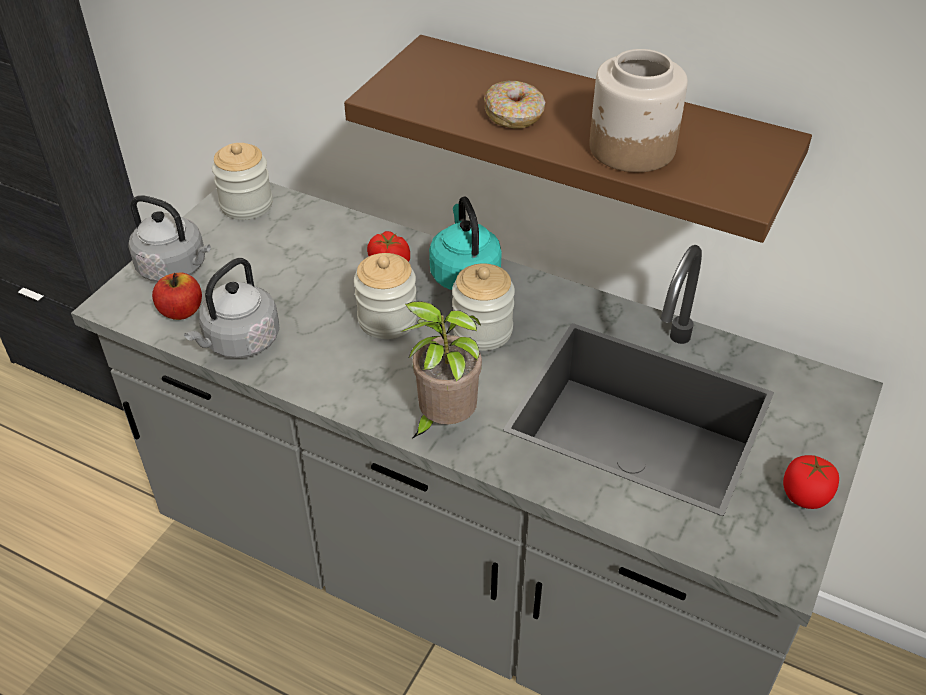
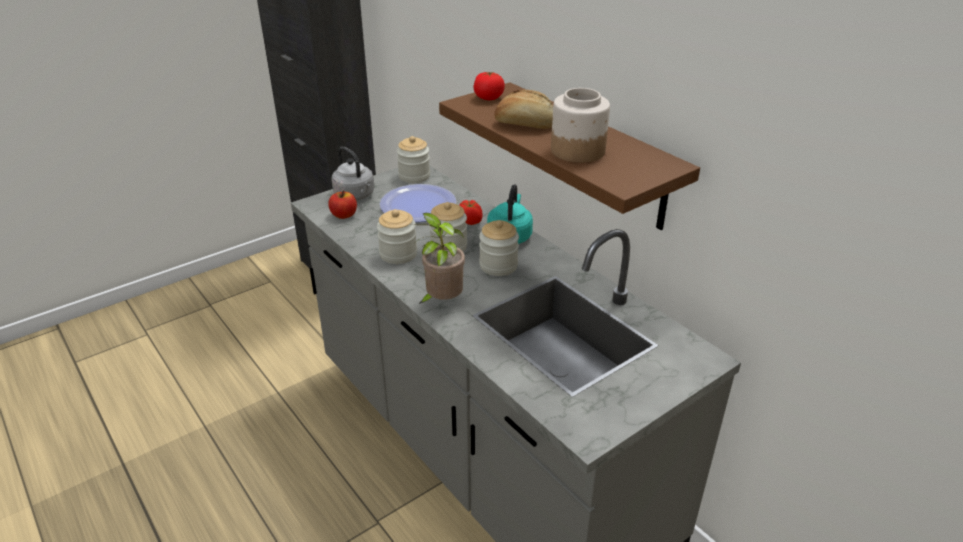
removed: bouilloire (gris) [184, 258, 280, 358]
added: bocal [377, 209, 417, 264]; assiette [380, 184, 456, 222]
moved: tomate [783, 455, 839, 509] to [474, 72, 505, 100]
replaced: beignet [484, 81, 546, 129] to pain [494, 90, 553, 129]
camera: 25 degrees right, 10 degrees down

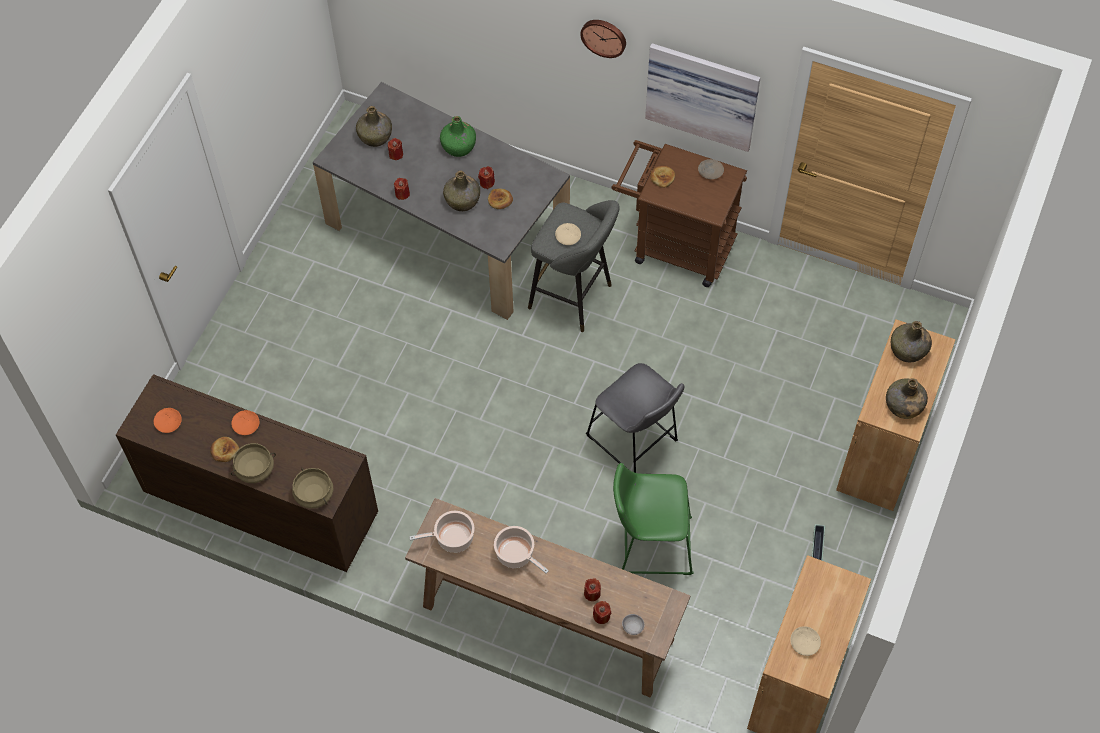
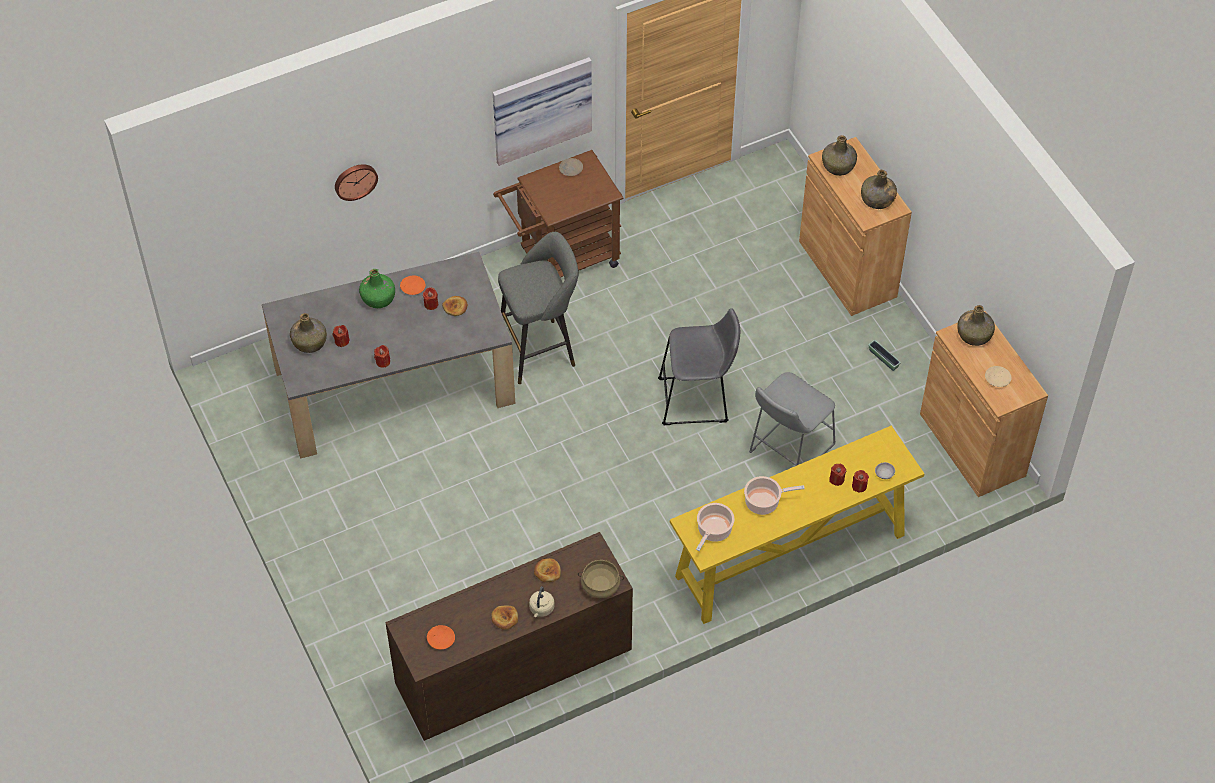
removed: assiette (beige) [555, 223, 581, 245]
moved: assiette (orange) [231, 410, 259, 435] to [400, 276, 426, 295]; bouteille (vert) [443, 170, 480, 211] to [957, 305, 995, 346]; horloge murale [580, 20, 626, 58] to [335, 164, 378, 201]; pain [651, 165, 675, 188] to [534, 558, 561, 582]
replaced: marmite (beige) [231, 443, 276, 483] to bouilloire (beige) [529, 586, 554, 617]
recoloured: table console (marron) [405, 498, 691, 698] to table console (jaune) [670, 426, 924, 624]; tabouret (vert) [613, 463, 694, 575] to tabouret (gris) [749, 372, 836, 466]
camera: 50 degrees left, 5 degrees down

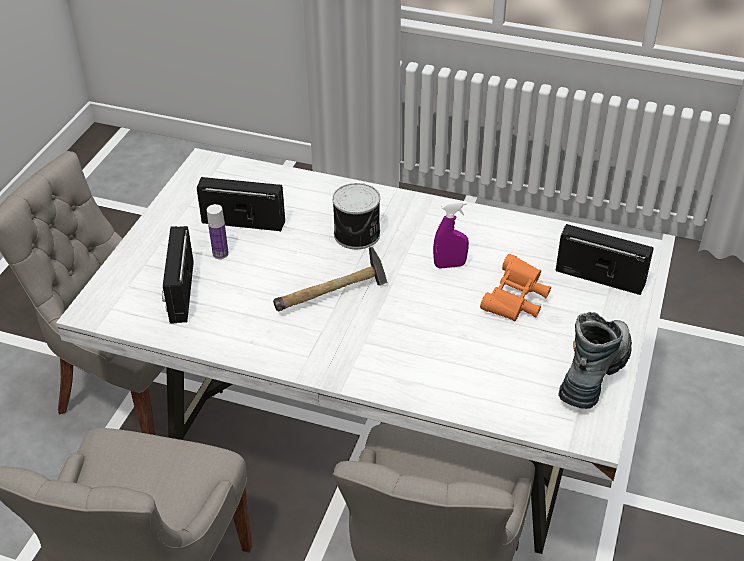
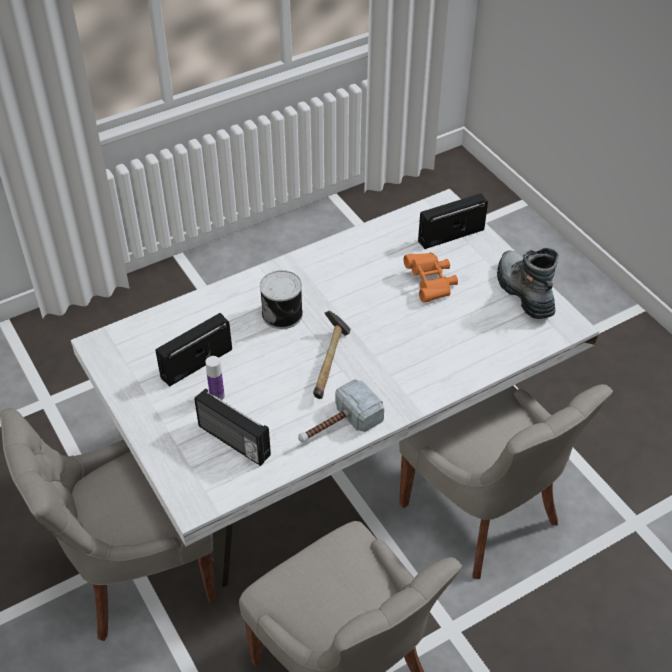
removed: vaporisateur (violet) [433, 201, 469, 269]
added: marteau [298, 379, 384, 443]
camera: 50 degrees left, 5 degrees up

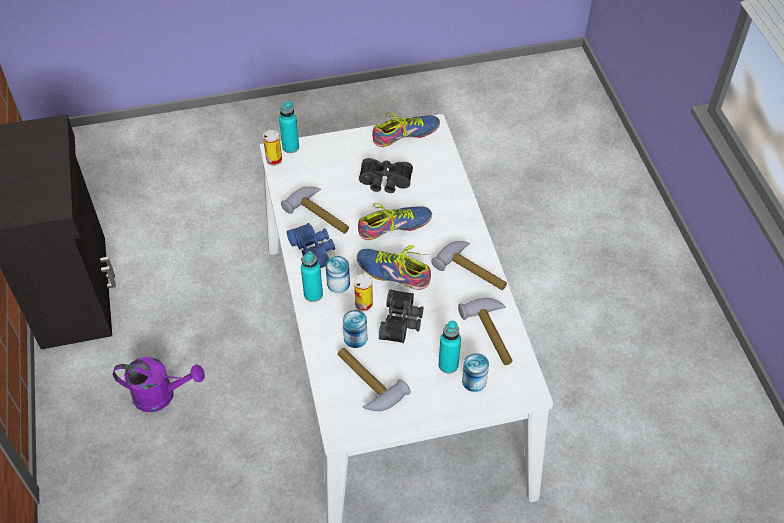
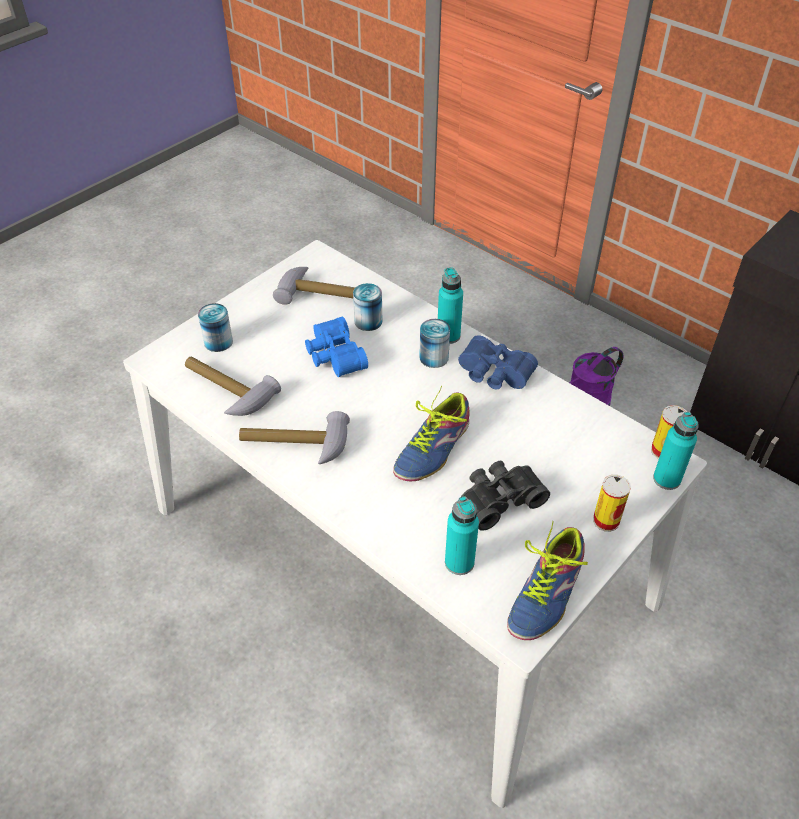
removed: marteau [281, 186, 349, 234]; chaussure [357, 245, 431, 290]
moved: boîte métallique [354, 274, 373, 311] to [593, 474, 631, 532]; bouteille (turquoise) [439, 320, 461, 374] to [445, 496, 479, 575]
recoloured: jumelles (noir) [379, 290, 424, 343] to jumelles (bleu) [305, 317, 368, 377]
camera: 145 degrees right, 5 degrees down

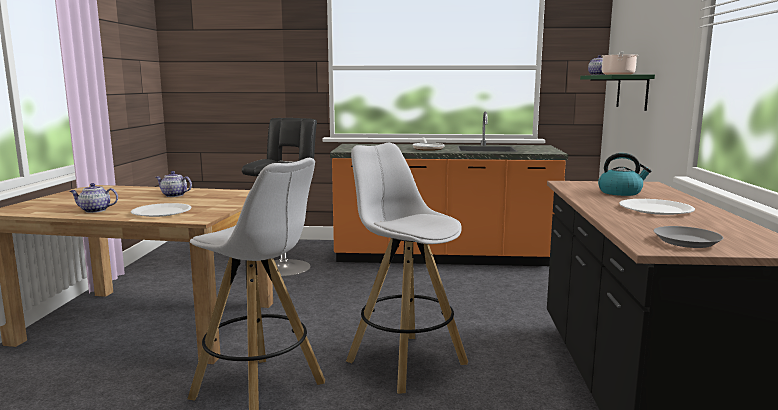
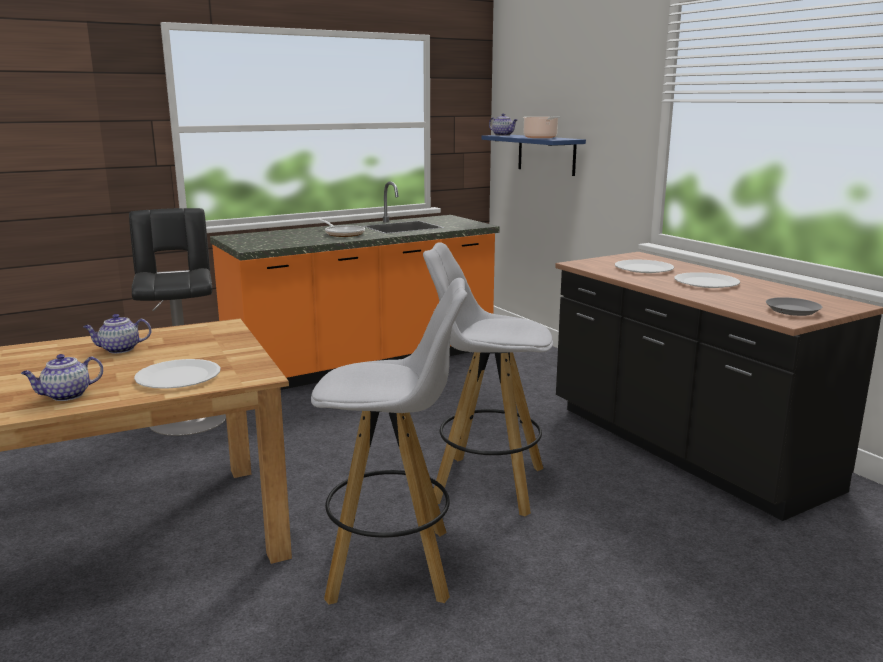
replaced: bouilloire [598, 153, 651, 196] to assiette (blanc) [615, 260, 674, 273]
recoloured: étagère (vert) [580, 74, 655, 111] to étagère (bleu) [481, 135, 586, 176]
camera: 35 degrees left, 5 degrees up

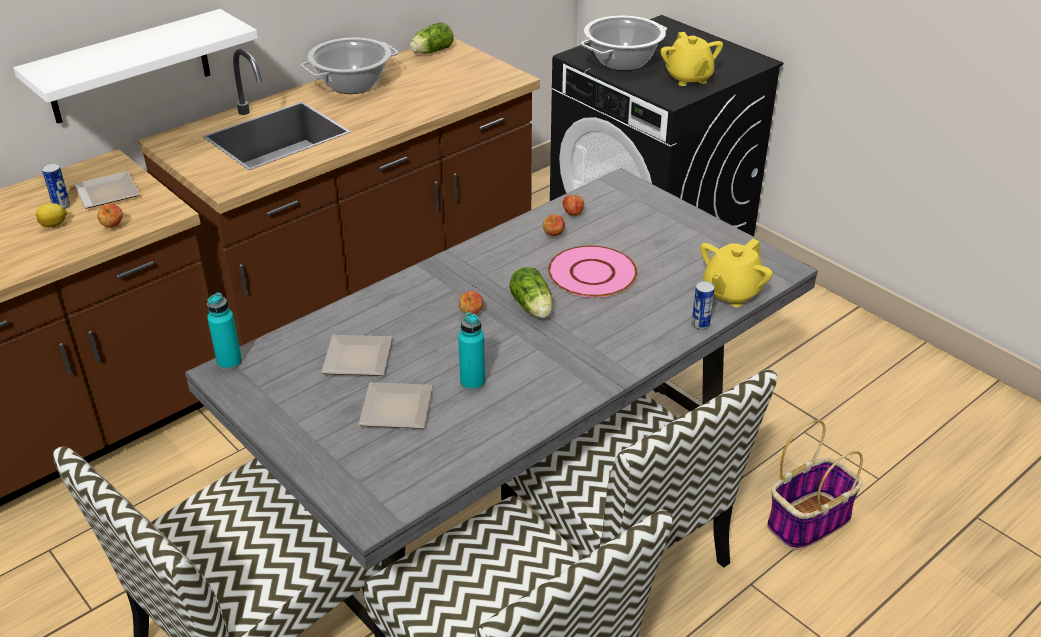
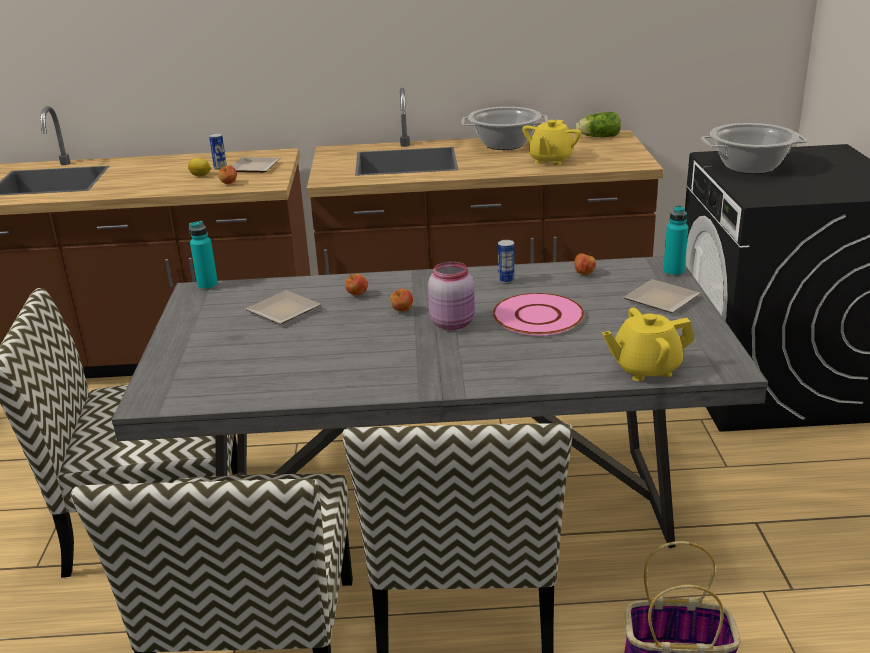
removed: étagère (blanc) [13, 9, 258, 124]
moved: assiette [358, 382, 432, 429] to [624, 279, 700, 313]; bouteille (turquoise) [458, 312, 485, 391] to [663, 206, 688, 277]; pomme [543, 214, 565, 236] to [345, 274, 368, 295]; théière (jaune) [661, 32, 723, 86] to [522, 120, 581, 166]; boîte métallique [692, 281, 715, 330] to [498, 240, 514, 285]
replaced: laitue [510, 267, 553, 318] to bocal (rose) [428, 261, 475, 330]
camera: 40 degrees right, 10 degrees down

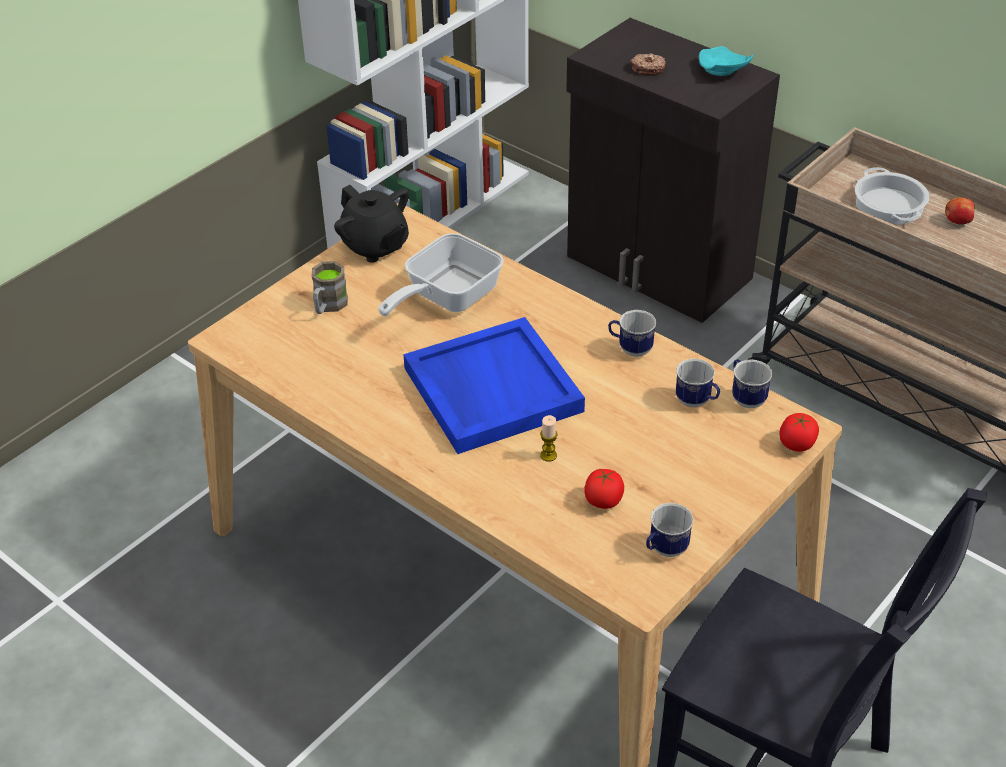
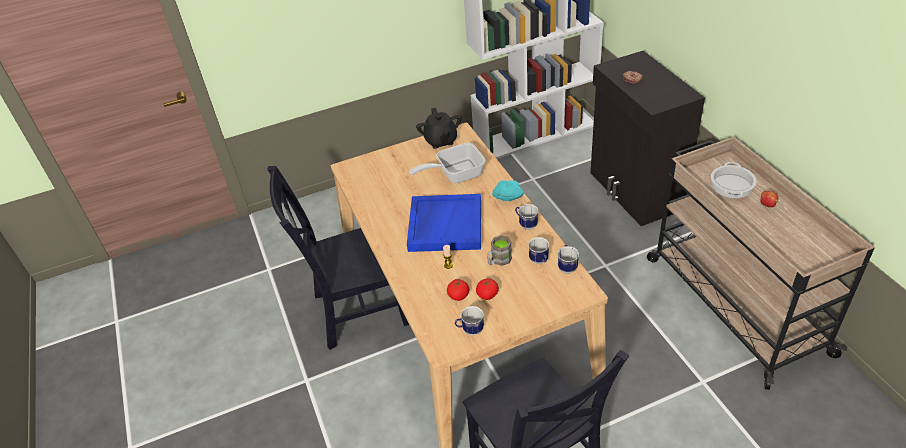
added: chaise (noir) [267, 166, 409, 350]
moved: mug (marron) [312, 261, 348, 314] to [487, 235, 512, 266]; assiette (turquoise) [699, 46, 753, 76] to [492, 180, 524, 201]; tomate [779, 413, 819, 452] to [476, 278, 499, 300]
camera: 30 degrees right, 0 degrees up

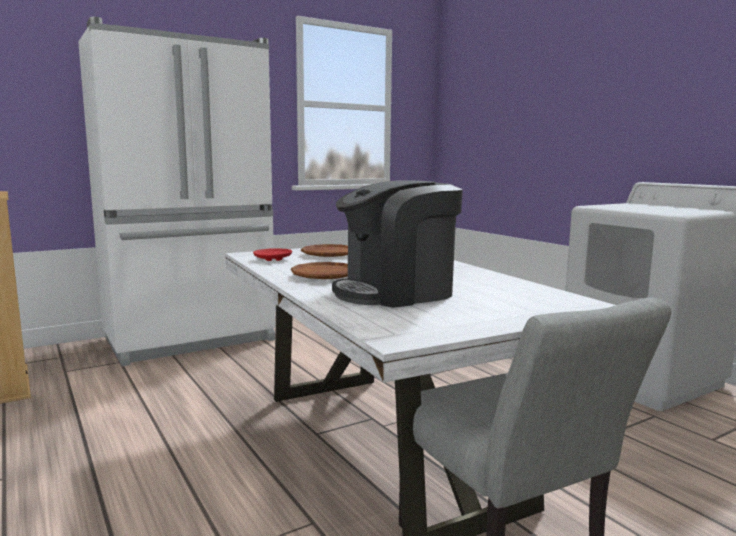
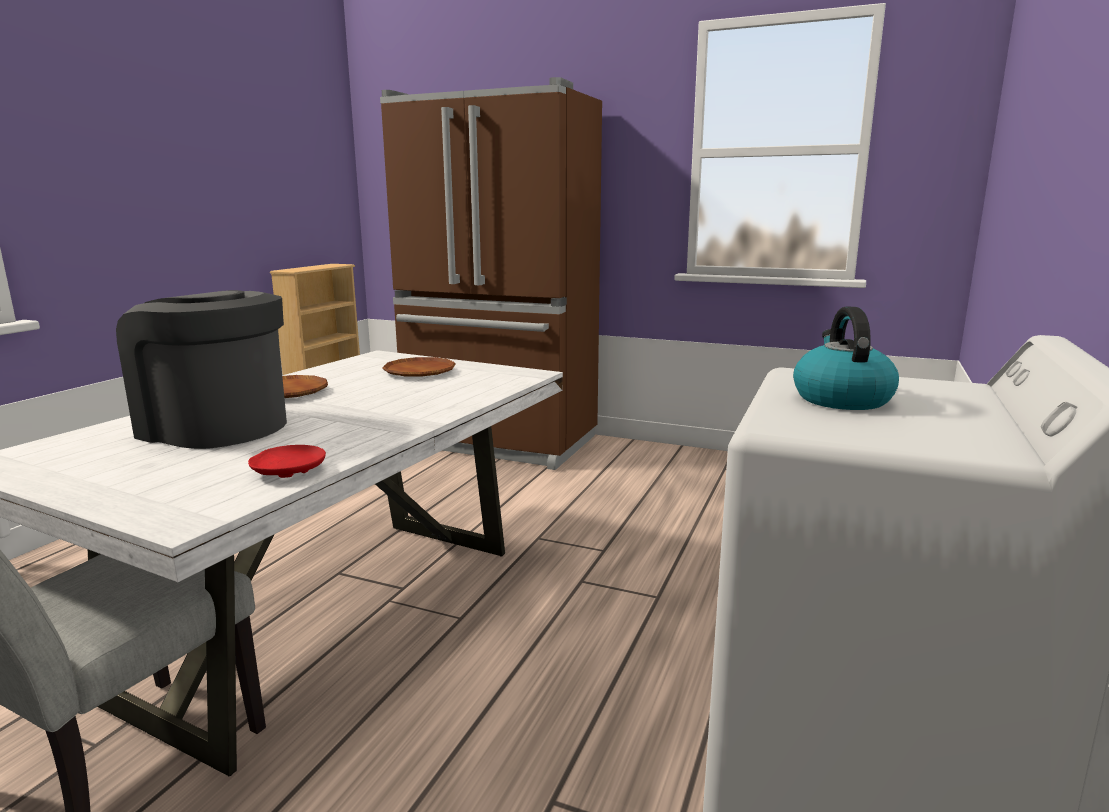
added: bouilloire [793, 307, 899, 410]
moved: assiette (rouge) [253, 248, 292, 261] to [248, 445, 326, 478]
recoloured: réfrigérateur (blanc) [78, 17, 276, 366] to réfrigérateur (marron) [380, 77, 602, 470]
camera: 55 degrees right, 5 degrees up

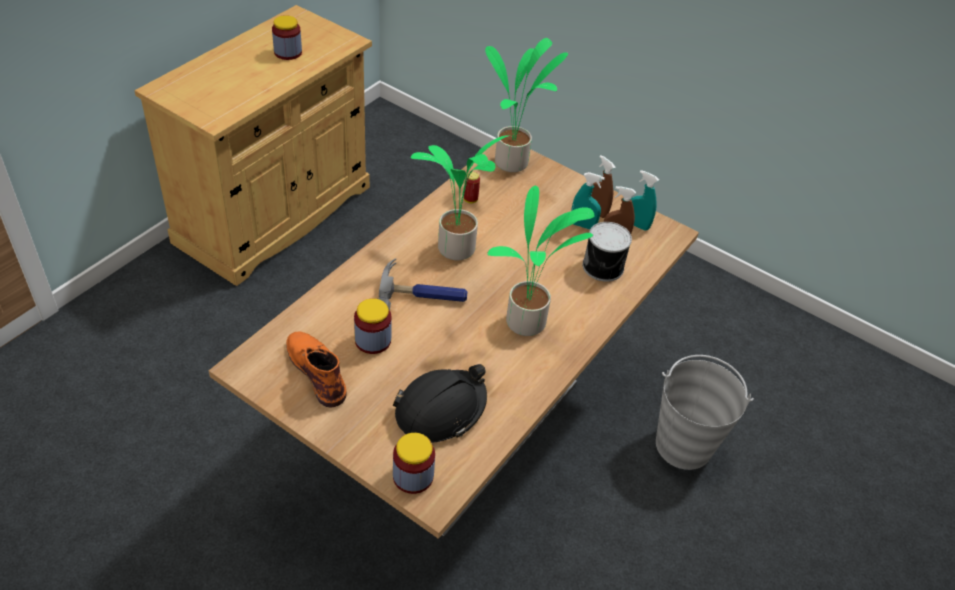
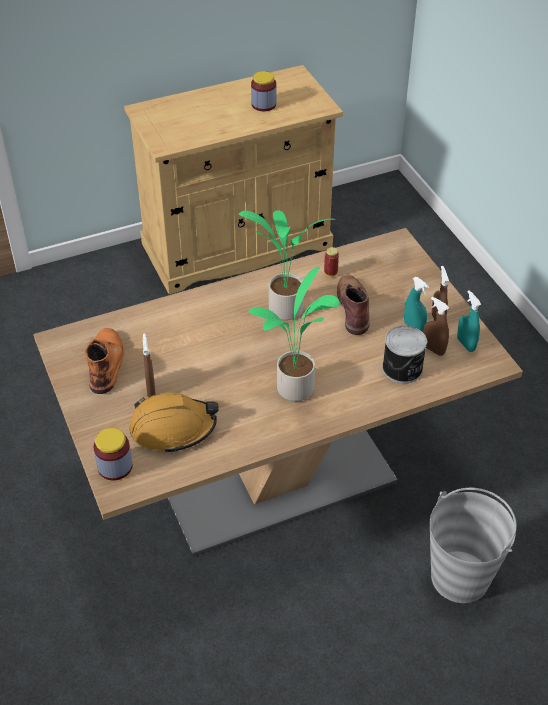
removed: bocal [354, 298, 392, 354]; marteau [378, 258, 468, 311]; plante en pot [485, 38, 568, 172]
added: vaporisateur (marron) [143, 334, 156, 397]; botte (marron) [337, 275, 370, 335]
recoloured: casque de chantier (noir) [393, 364, 487, 443] to casque de chantier (orange) [130, 392, 219, 454]
camera: 35 degrees right, 0 degrees up

